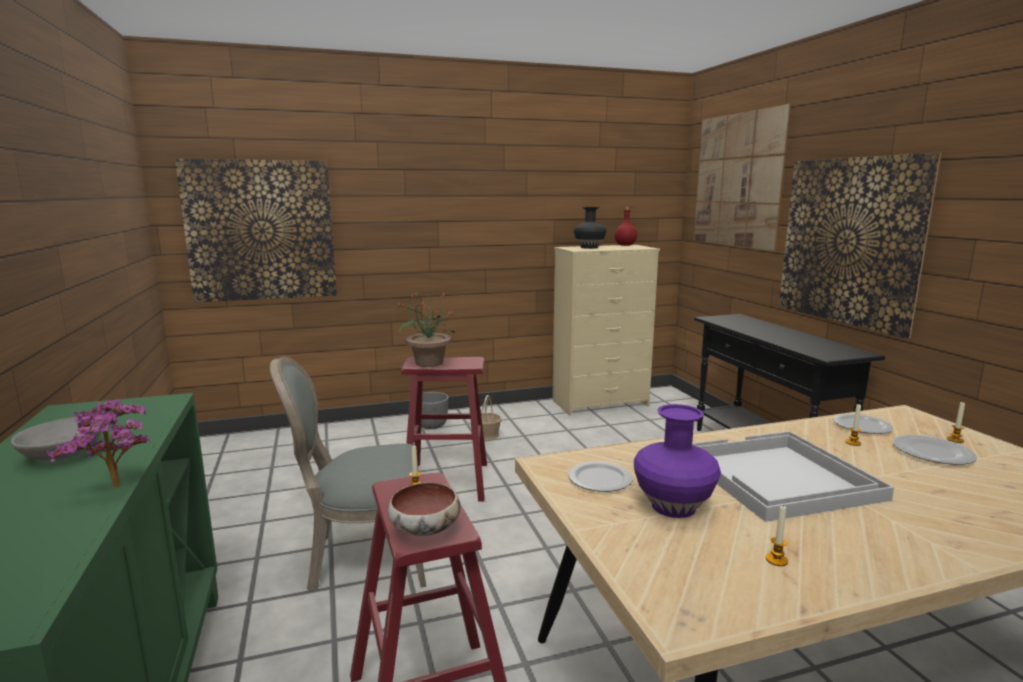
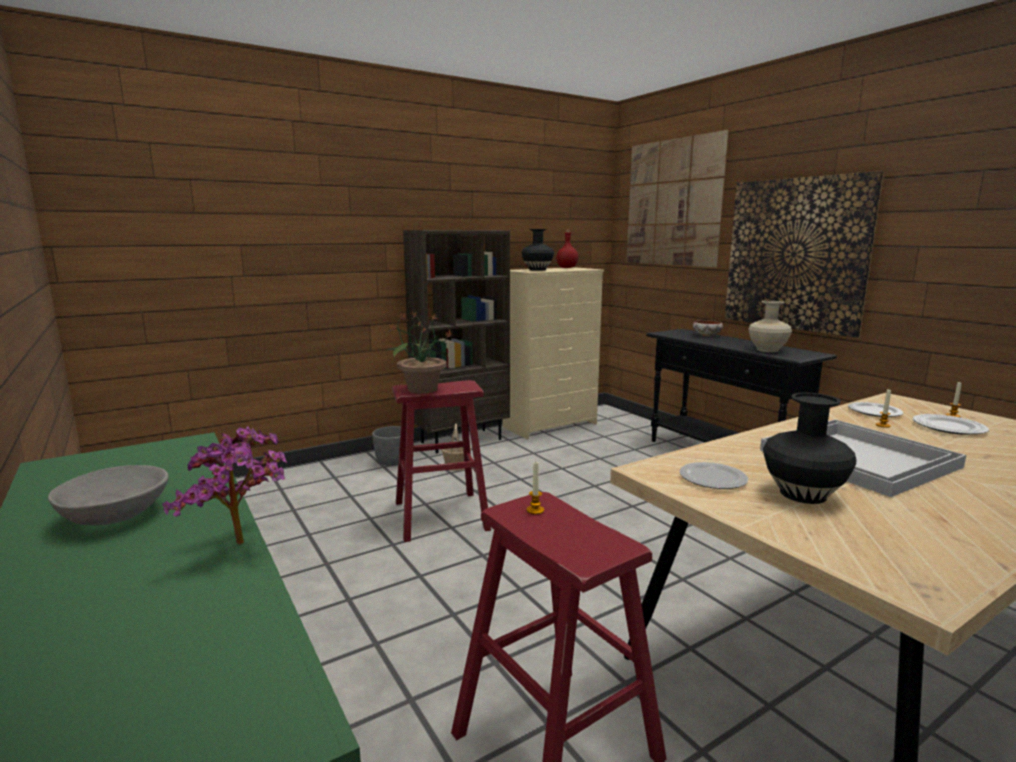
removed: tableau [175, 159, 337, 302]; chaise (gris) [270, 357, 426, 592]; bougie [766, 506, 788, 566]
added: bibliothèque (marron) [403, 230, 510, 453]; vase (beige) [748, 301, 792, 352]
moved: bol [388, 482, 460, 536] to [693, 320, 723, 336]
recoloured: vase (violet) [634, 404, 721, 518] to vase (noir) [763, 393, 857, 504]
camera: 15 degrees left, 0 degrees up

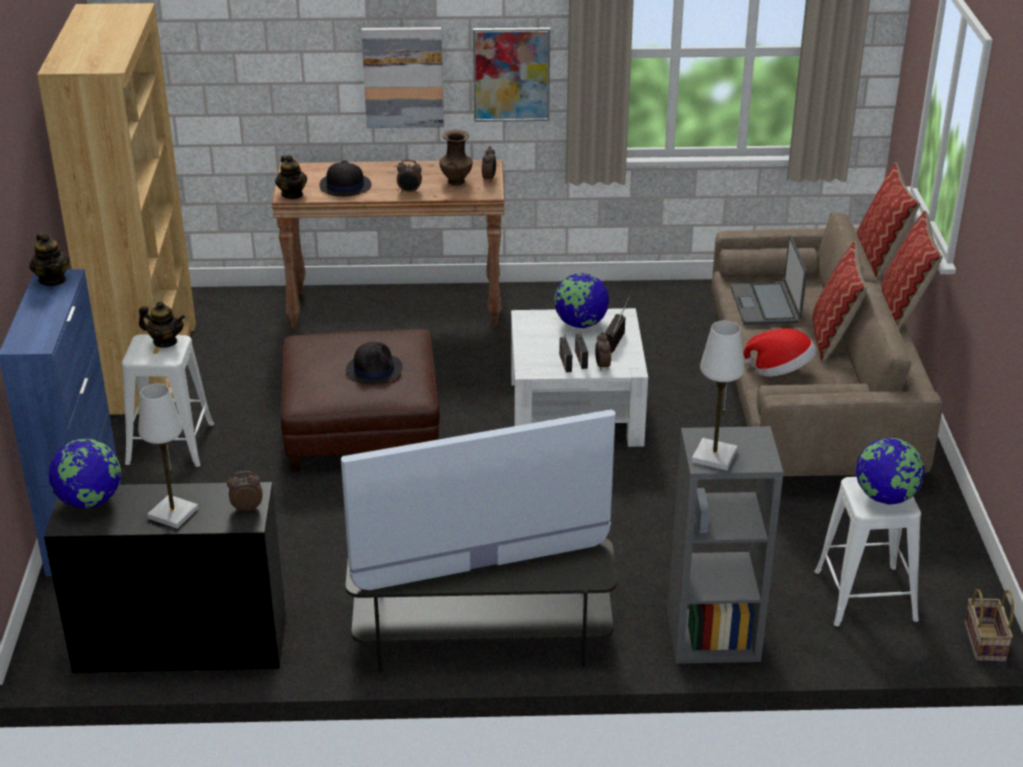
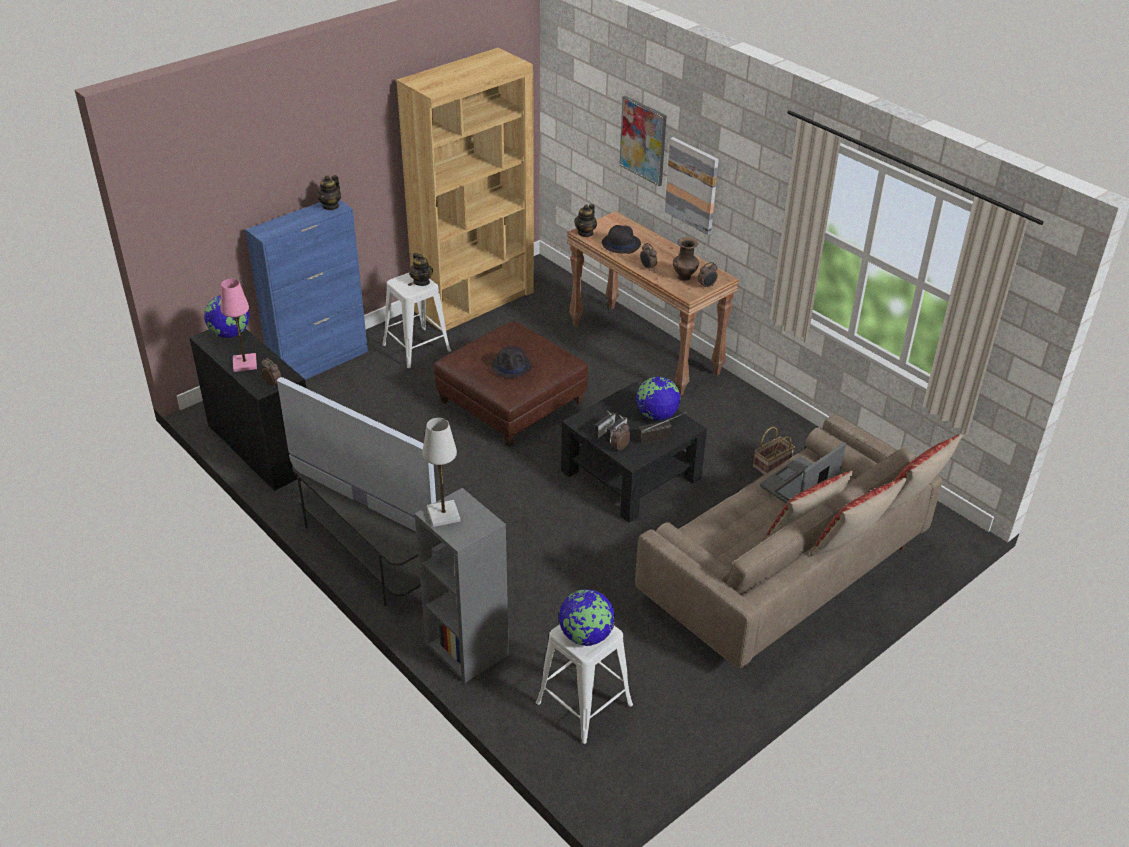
removed: chapeau [744, 328, 817, 377]
moved: tableau [473, 28, 550, 122] to [619, 96, 667, 186]; panier [964, 589, 1014, 662] to [753, 427, 795, 475]
recoloured: lampe de table (blanc) [138, 384, 198, 529] to lampe de table (rose) [220, 279, 257, 372]; table basse (blanc) [511, 308, 648, 447] to table basse (noir) [561, 382, 707, 523]
camera: 50 degrees right, 5 degrees up

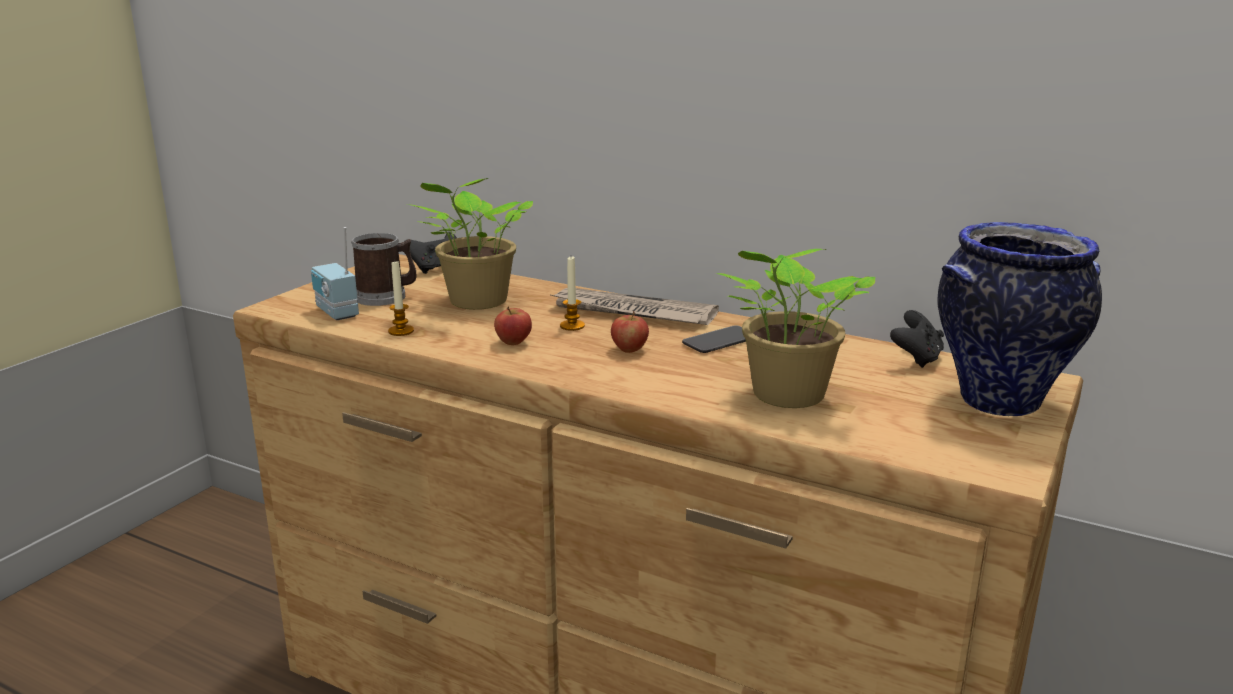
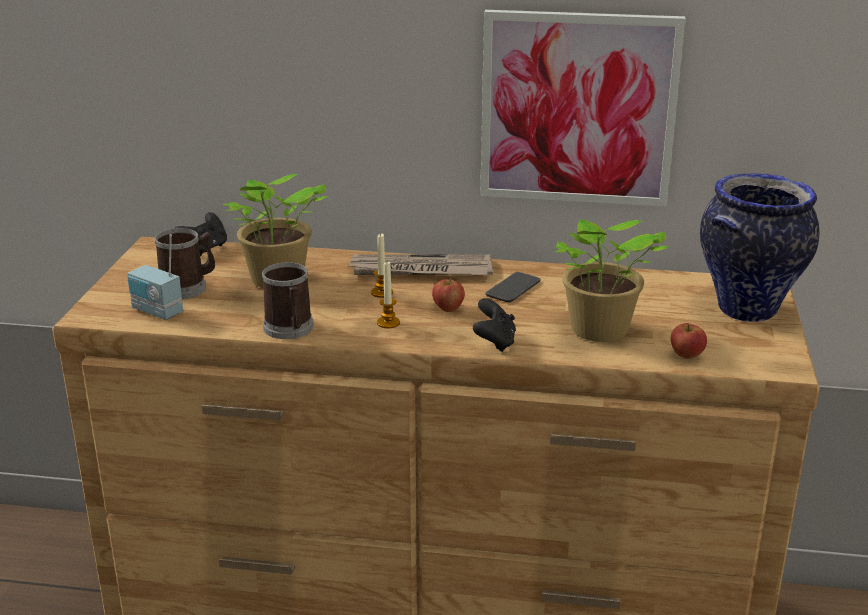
added: mug [262, 262, 314, 339]; tableau [480, 10, 686, 207]
moved: bougie [388, 261, 414, 336] to [377, 262, 400, 328]; pomme [494, 306, 532, 345] to [670, 323, 707, 359]; manette (noir) [890, 310, 944, 368] to [473, 298, 516, 352]
camera: 20 degrees left, 5 degrees up

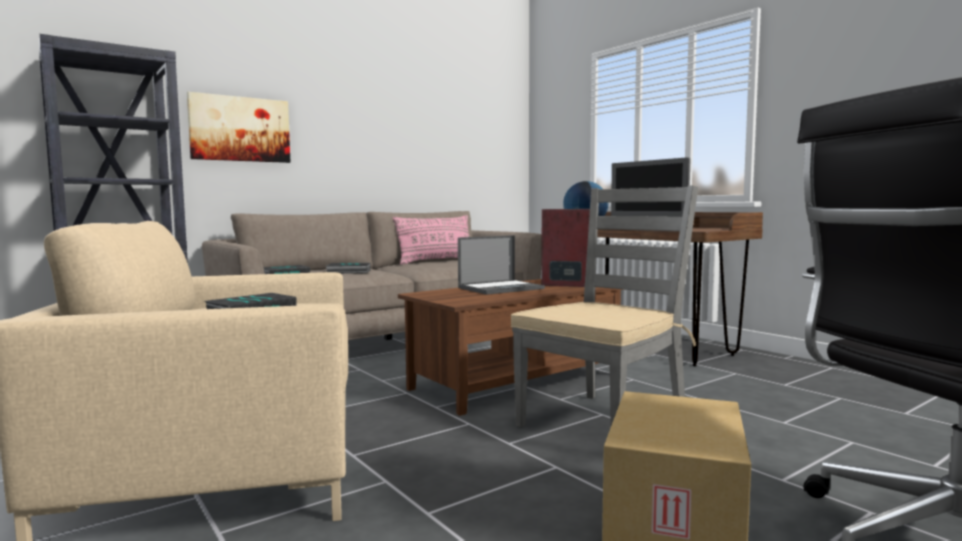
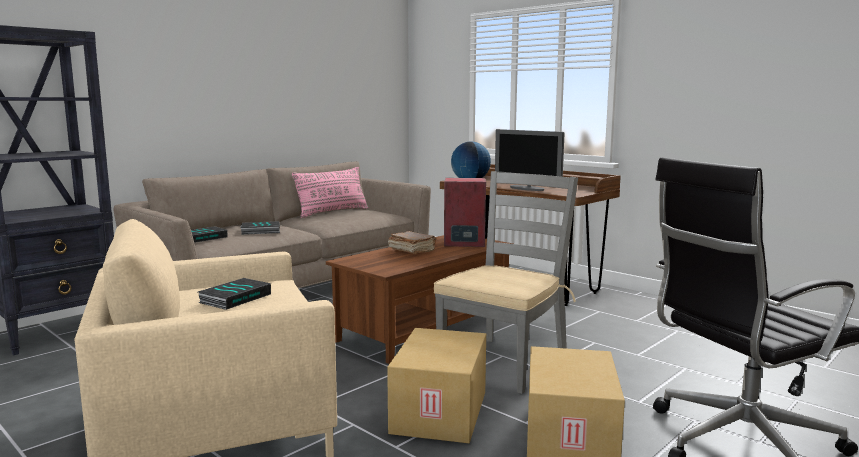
removed: tableau [187, 92, 290, 163]
added: carton [387, 328, 486, 443]
replaced: ordinateur portable [458, 235, 545, 295] to livre (marron) [388, 231, 437, 254]
camera: 10 degrees left, 5 degrees up

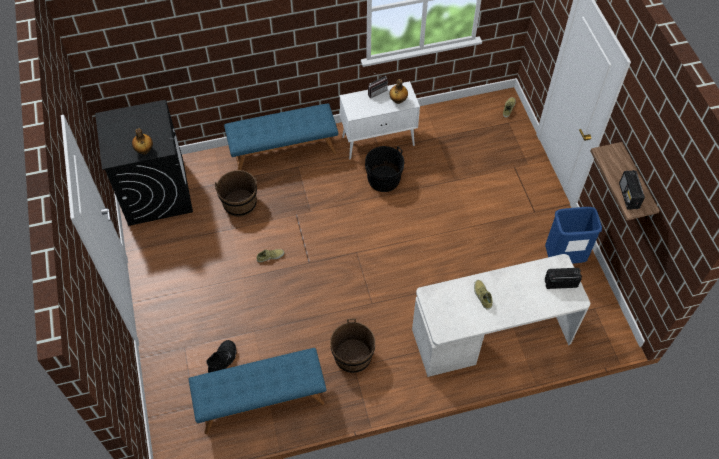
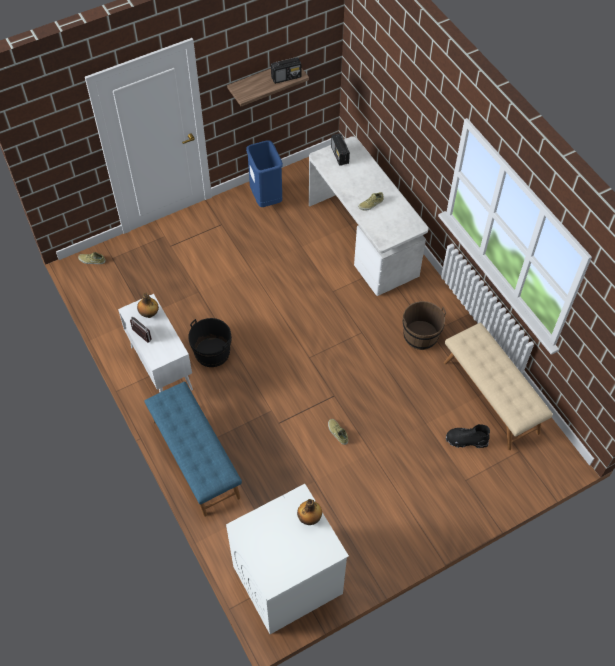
removed: seau (marron) [215, 170, 257, 217]
recoloured: lave-linge (noir) [95, 100, 193, 226] to lave-linge (blanc) [226, 484, 349, 634]; banc (bleu) [189, 348, 327, 434] to banc (beige) [444, 323, 553, 450]
camera: 105 degrees left, 0 degrees up

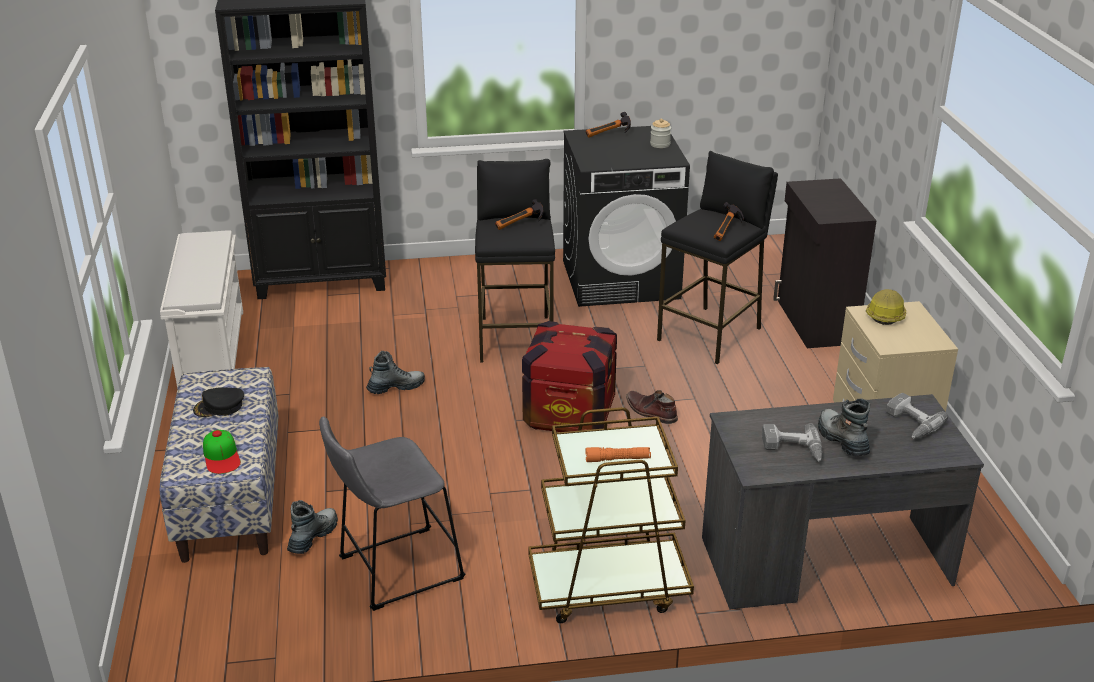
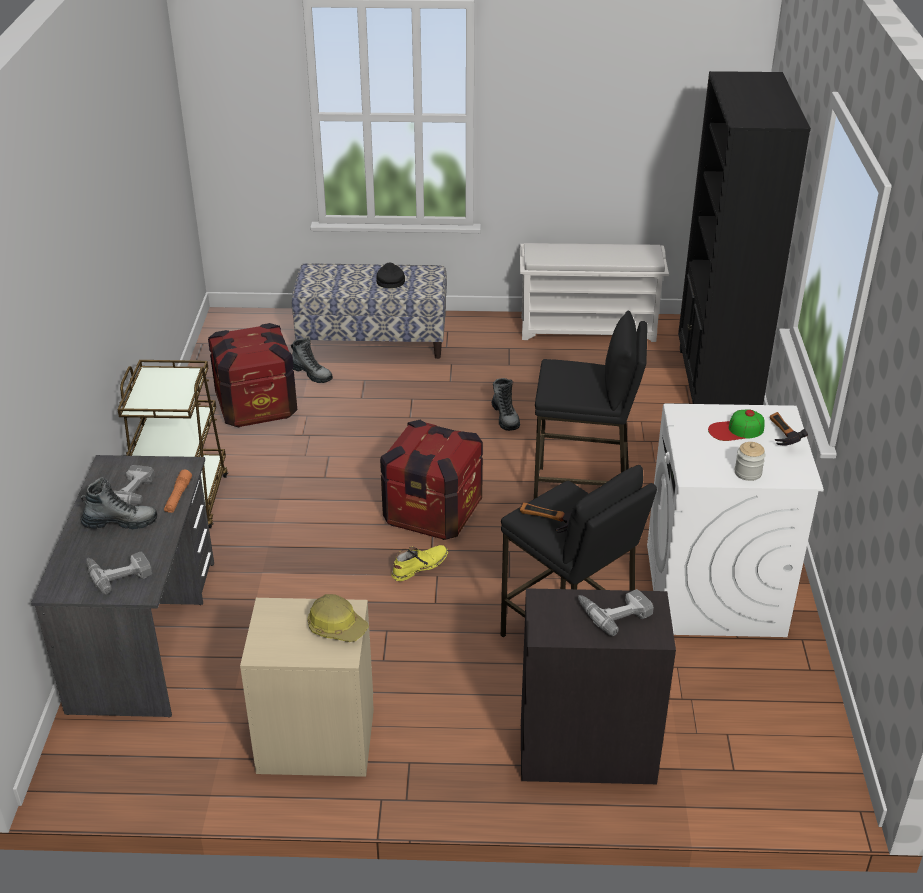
removed: marteau [495, 199, 544, 230]
added: perceuse [578, 589, 654, 636]
moved: casquette [203, 430, 241, 474] to [708, 410, 765, 441]; lampe de poche (orange) [585, 447, 651, 462] to [164, 470, 192, 513]
replaced: tabouret (gris) [319, 417, 466, 611] to caisse [208, 323, 297, 427]
recoloured: lave-linge (noir) [563, 126, 690, 307] to lave-linge (blanc) [647, 403, 824, 637]; botte (marron) [626, 390, 678, 424] to botte (jaune) [391, 545, 448, 581]
camera: 100 degrees right, 5 degrees up

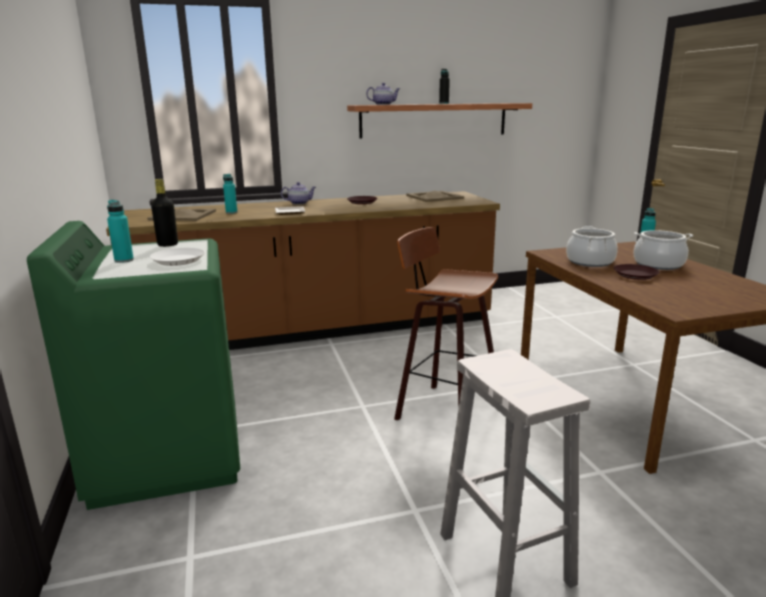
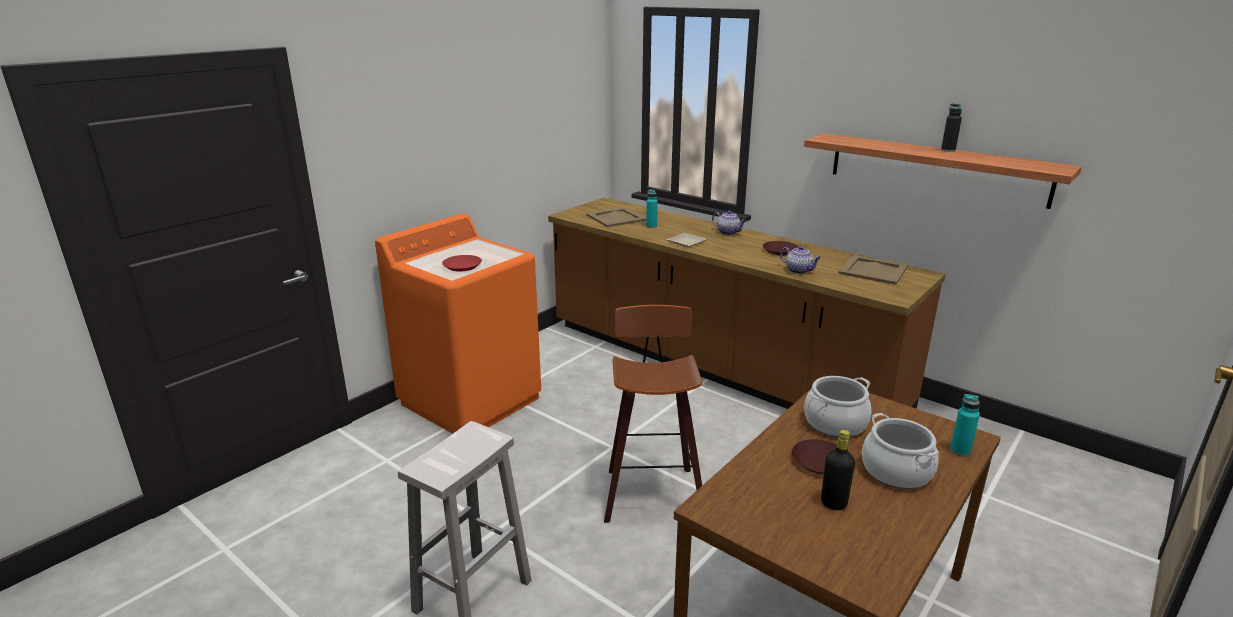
removed: bouteille (turquoise) [107, 200, 134, 263]
moved: bouteille (noir) [151, 179, 178, 247] to [821, 430, 855, 510]; théière [366, 83, 400, 105] to [780, 246, 821, 274]
recoloured: lave-linge (vert) [27, 221, 240, 510] to lave-linge (orange) [375, 214, 541, 434]; assiette (blanc) [150, 248, 205, 266] to assiette (rouge) [442, 255, 482, 272]
camera: 55 degrees right, 5 degrees up

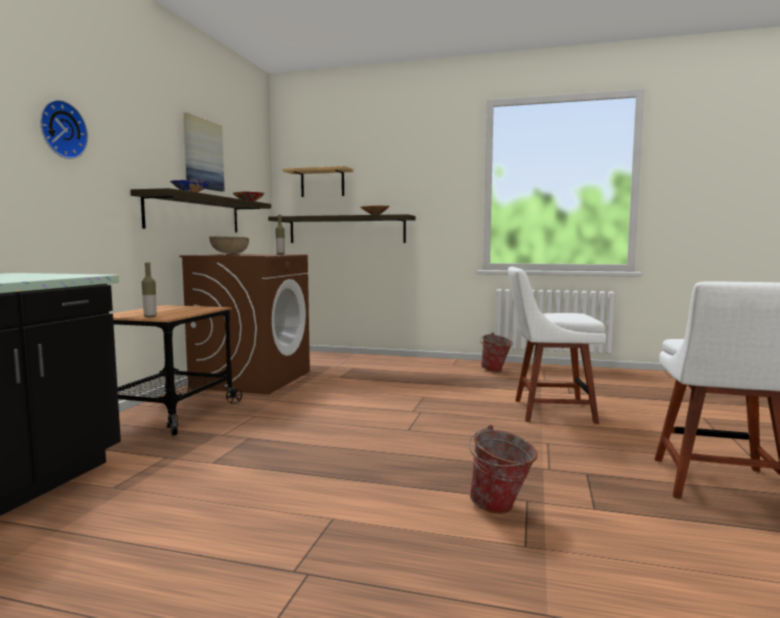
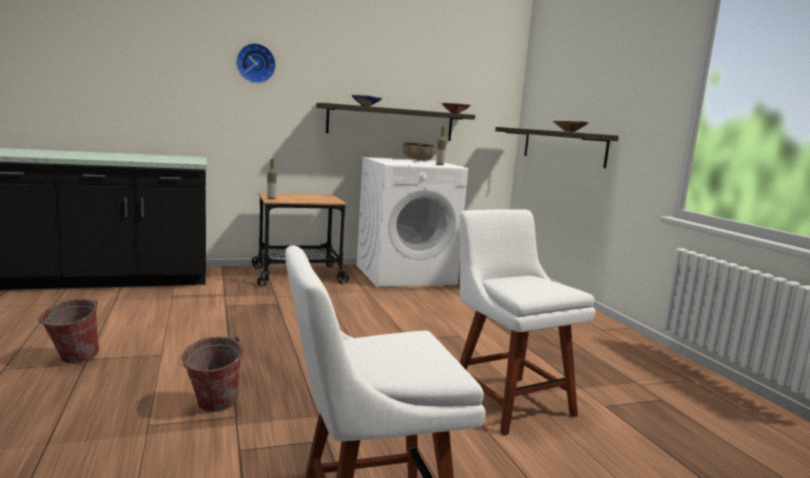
removed: tableau [184, 112, 225, 191]; étagère [282, 166, 353, 197]
moved: seau [480, 332, 513, 372] to [37, 299, 99, 364]
recoloured: lave-linge (marron) [179, 254, 310, 395] to lave-linge (blanc) [357, 157, 468, 287]
camera: 55 degrees right, 5 degrees up

